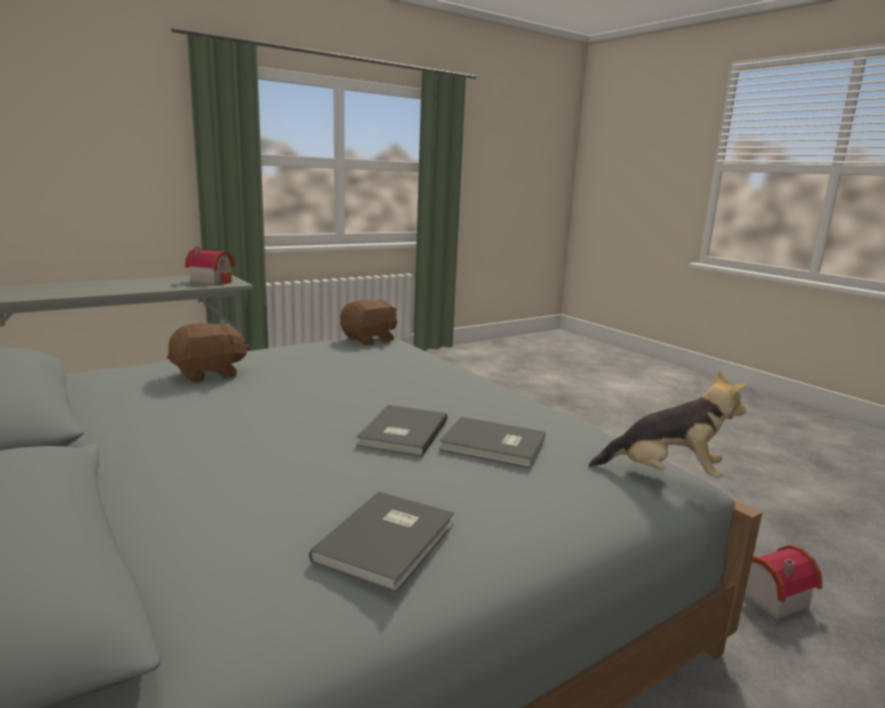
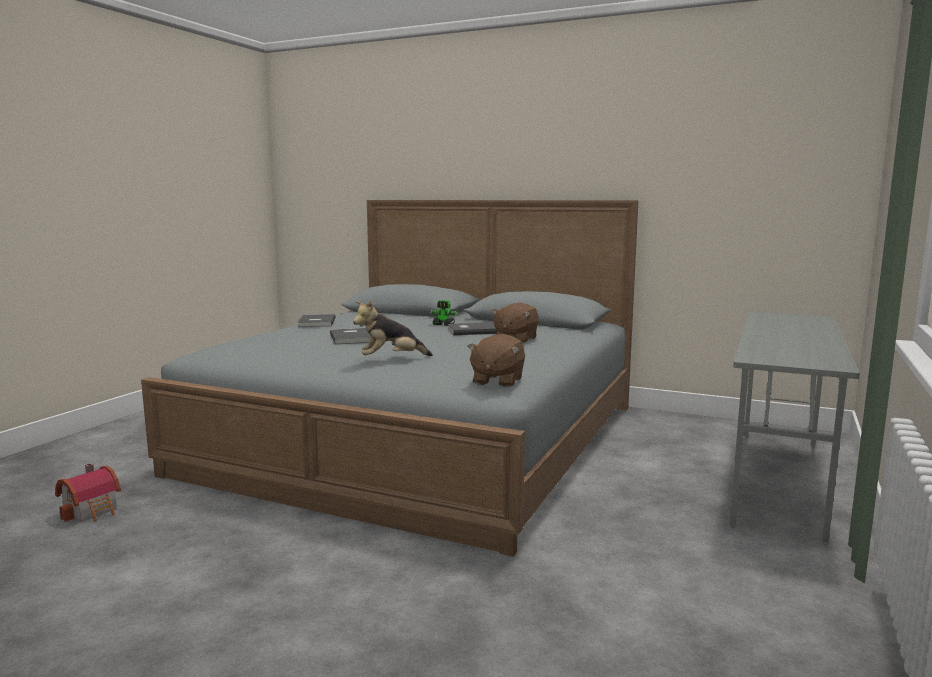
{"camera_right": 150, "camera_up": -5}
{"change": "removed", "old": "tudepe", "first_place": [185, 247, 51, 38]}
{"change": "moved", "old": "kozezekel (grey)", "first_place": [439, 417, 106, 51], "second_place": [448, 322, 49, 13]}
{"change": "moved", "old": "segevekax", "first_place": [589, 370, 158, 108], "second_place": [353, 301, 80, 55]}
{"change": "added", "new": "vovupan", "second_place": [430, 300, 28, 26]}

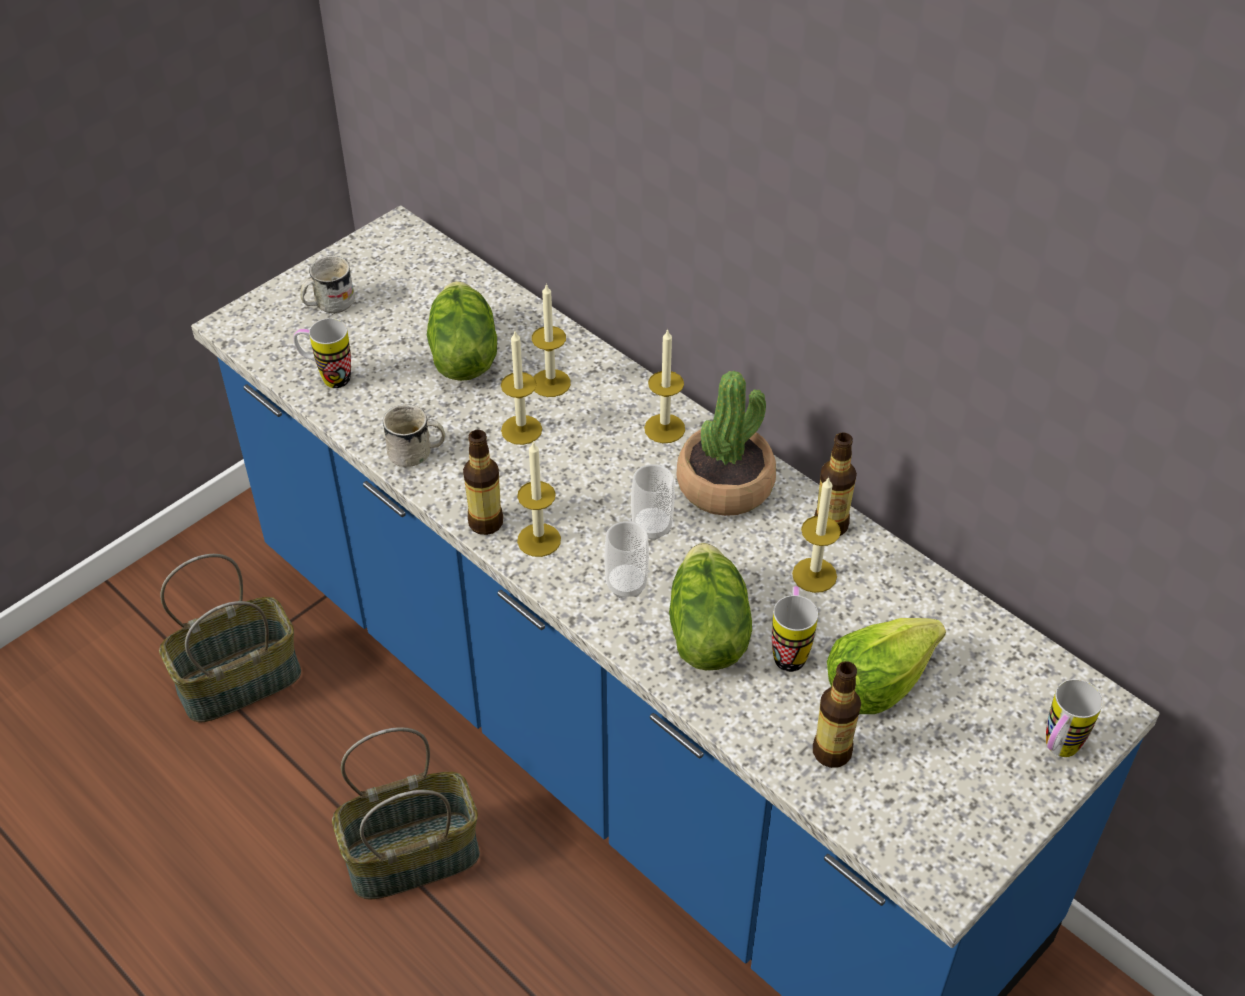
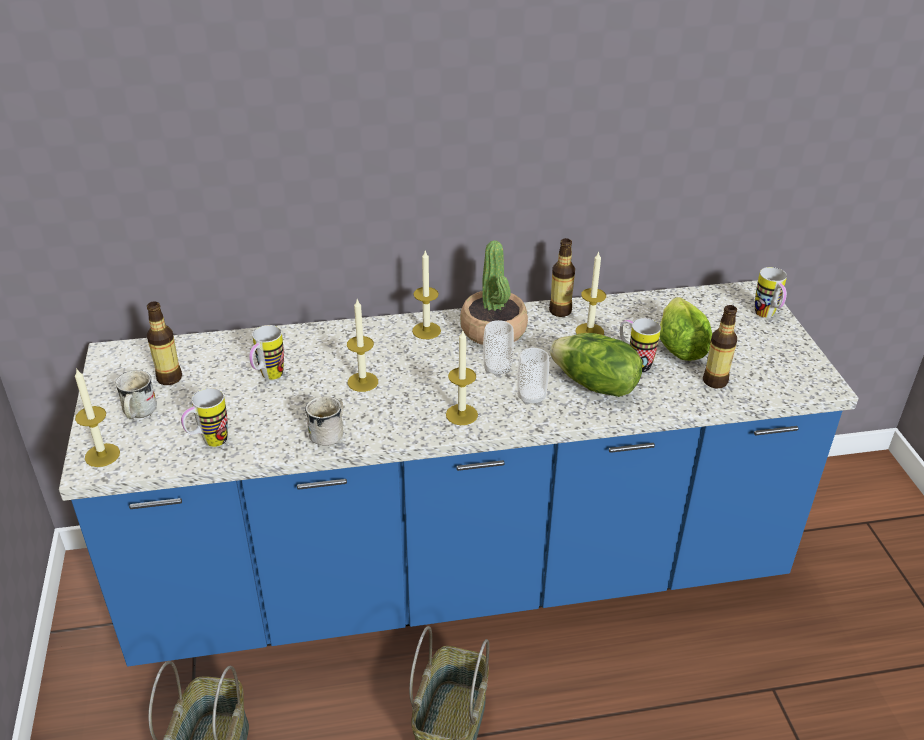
{"camera_right": -55, "camera_up": -10}
{"change": "replaced", "old": "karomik", "new": "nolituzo", "first_place": [427, 281, 70, 100], "second_place": [249, 325, 35, 55]}
{"change": "moved", "old": "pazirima", "first_place": [463, 430, 40, 105], "second_place": [147, 301, 35, 84]}
{"change": "moved", "old": "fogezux", "first_place": [532, 283, 39, 114], "second_place": [75, 368, 45, 99]}

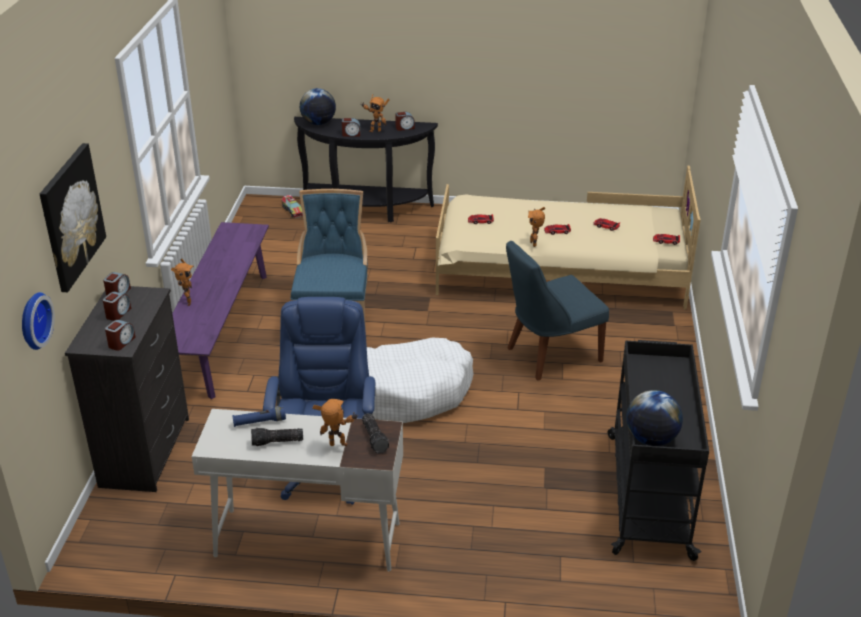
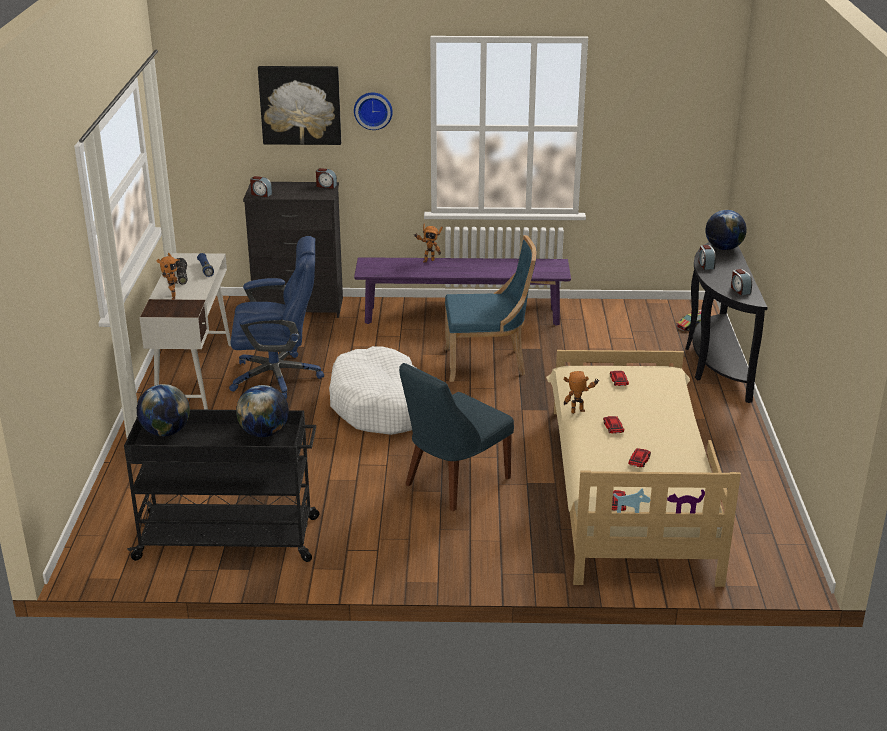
{"camera_right": 85, "camera_up": -5}
{"change": "moved", "old": "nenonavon", "first_place": [22, 292, 33, 58], "second_place": [354, 92, 39, 38]}
{"change": "removed", "old": "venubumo", "first_place": [103, 291, 28, 30]}
{"change": "removed", "old": "vovupan", "first_place": [361, 94, 28, 38]}
{"change": "removed", "old": "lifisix", "first_place": [362, 413, 27, 40]}
{"change": "turned", "old": "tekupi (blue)", "first_place": [506, 240, 103, 141], "second_place": [399, 363, 115, 148], "degrees": -105}
{"change": "added", "new": "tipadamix", "second_place": [236, 385, 53, 52]}

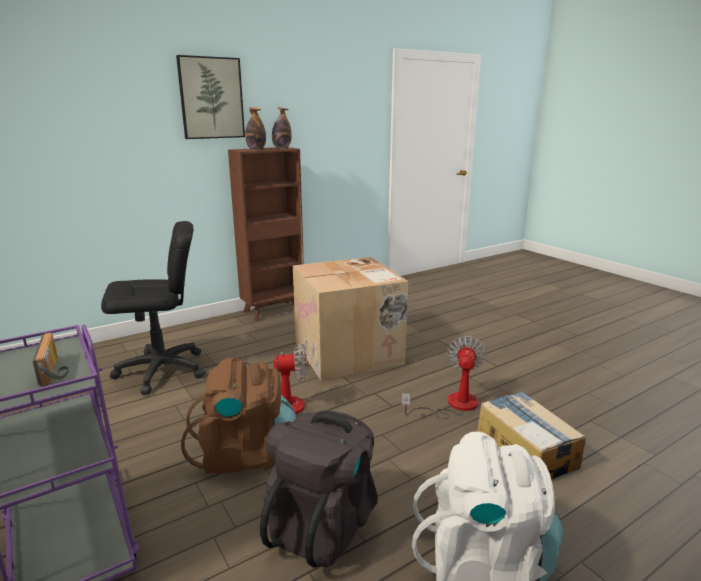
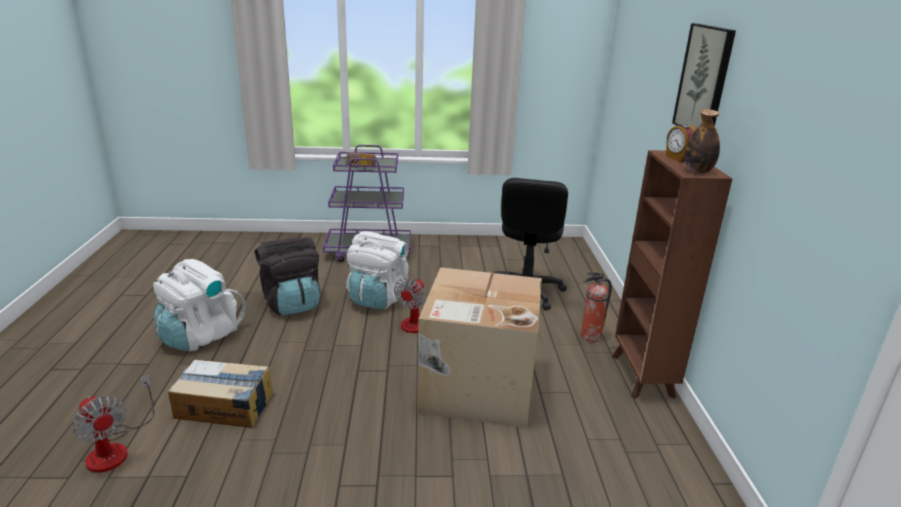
{"camera_right": 120, "camera_up": 5}
{"change": "recoloured", "old": "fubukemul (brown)", "new": "fubukemul (white)", "first_place": [181, 358, 115, 116], "second_place": [346, 231, 62, 78]}
{"change": "replaced", "old": "pazirima", "new": "venubumo", "first_place": [245, 107, 21, 43], "second_place": [666, 124, 30, 38]}
{"change": "moved", "old": "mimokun", "first_place": [401, 336, 85, 83], "second_place": [72, 374, 83, 99]}
{"change": "added", "new": "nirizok", "second_place": [581, 272, 31, 70]}

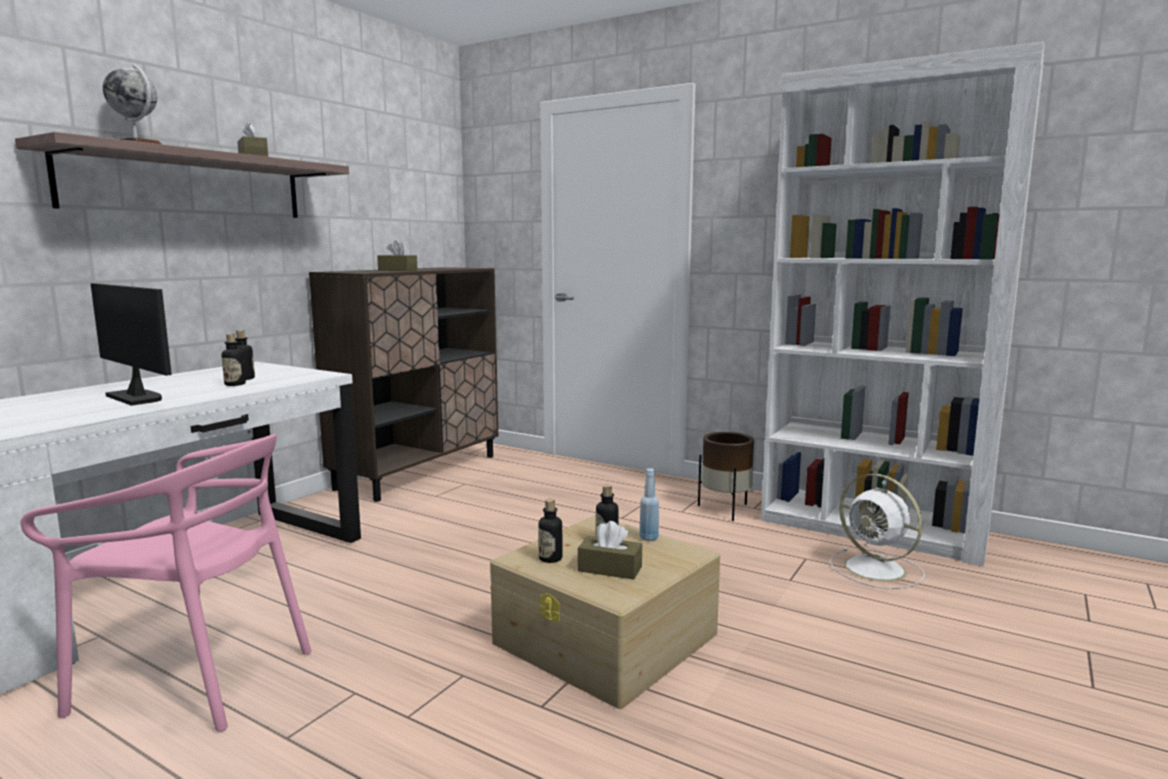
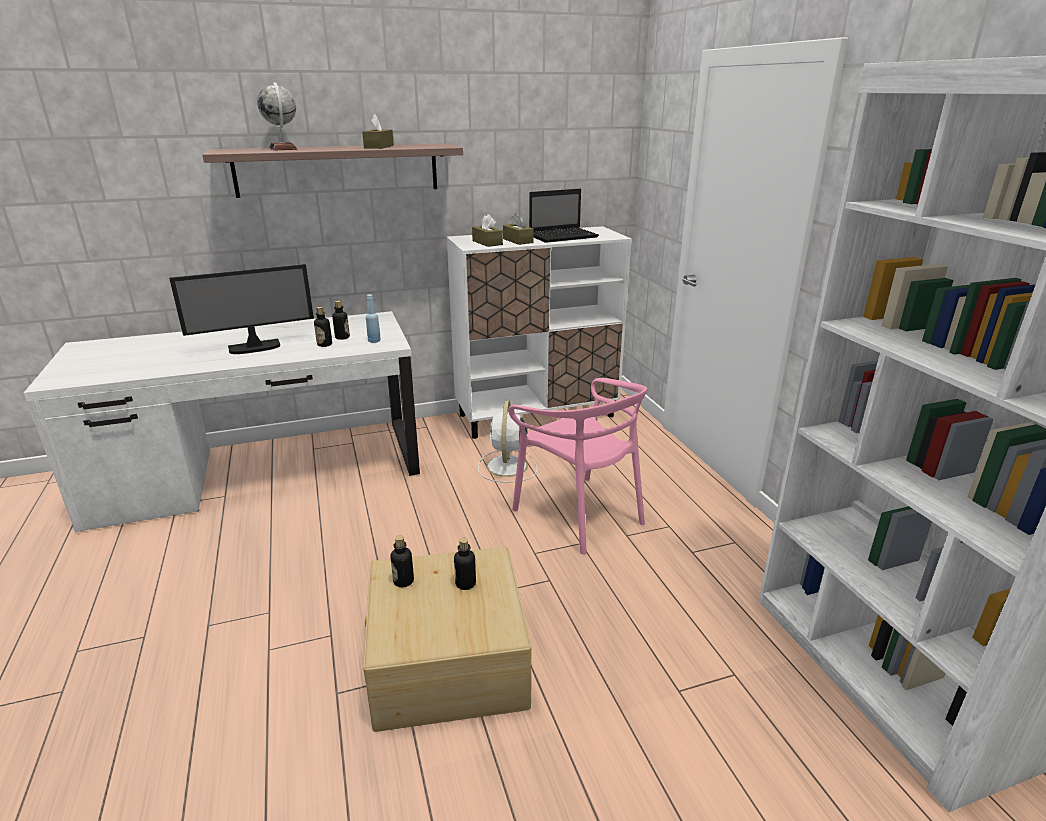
{"camera_right": 40, "camera_up": 15}
{"change": "moved", "old": "tekupi (pink)", "first_place": [20, 434, 292, 298], "second_place": [508, 378, 139, 177]}
{"change": "turned", "old": "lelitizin", "first_place": [90, 283, 82, 123], "second_place": [169, 264, 145, 90], "degrees": 75}
{"change": "recoloured", "old": "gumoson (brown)", "new": "gumoson (white)", "first_place": [309, 267, 189, 235], "second_place": [447, 226, 185, 213]}
{"change": "moved", "old": "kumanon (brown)", "first_place": [578, 521, 64, 59], "second_place": [472, 214, 31, 33]}
{"change": "moved", "old": "pazirima (blue)", "first_place": [640, 468, 19, 73], "second_place": [366, 294, 15, 49]}
{"change": "removed", "old": "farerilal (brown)", "first_place": [698, 432, 56, 89]}
{"change": "moved", "old": "mimokun (white)", "first_place": [829, 474, 96, 115], "second_place": [478, 401, 59, 82]}
{"change": "added", "new": "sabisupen", "second_place": [529, 189, 70, 54]}

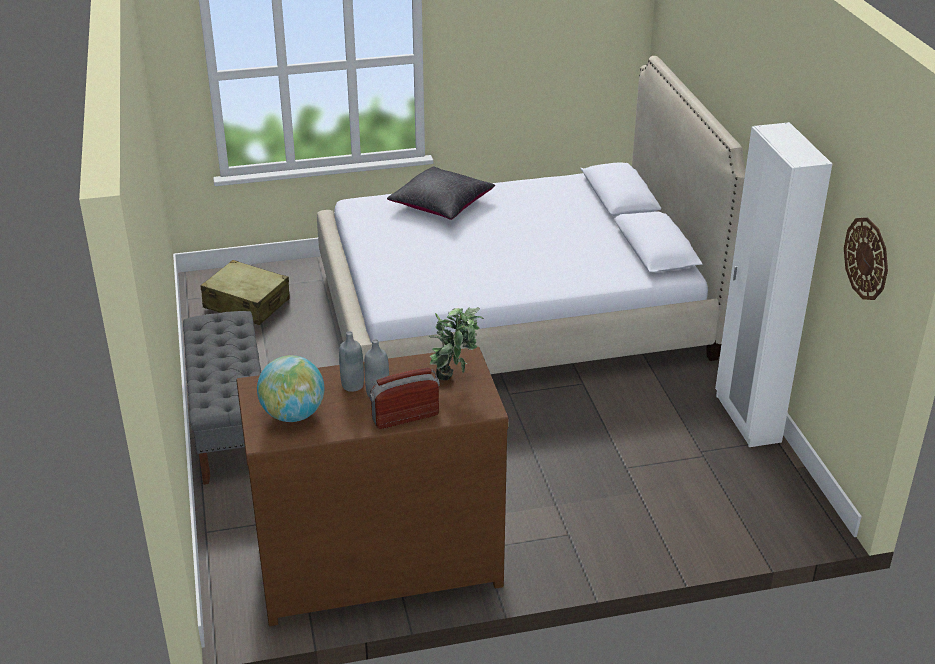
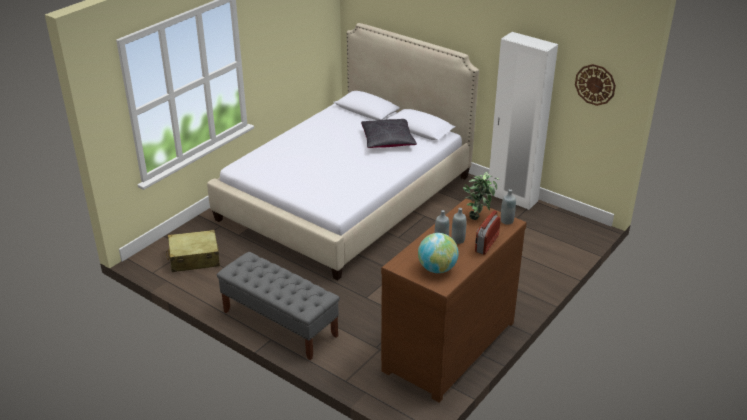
{"camera_right": -40, "camera_up": 0}
{"change": "moved", "old": "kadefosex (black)", "first_place": [387, 167, 108, 53], "second_place": [361, 119, 56, 29]}
{"change": "added", "new": "pazirima (grey)", "second_place": [501, 189, 15, 36]}

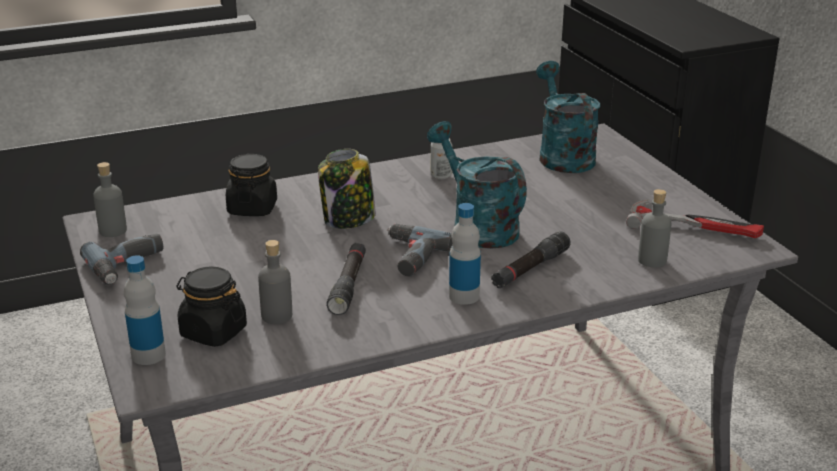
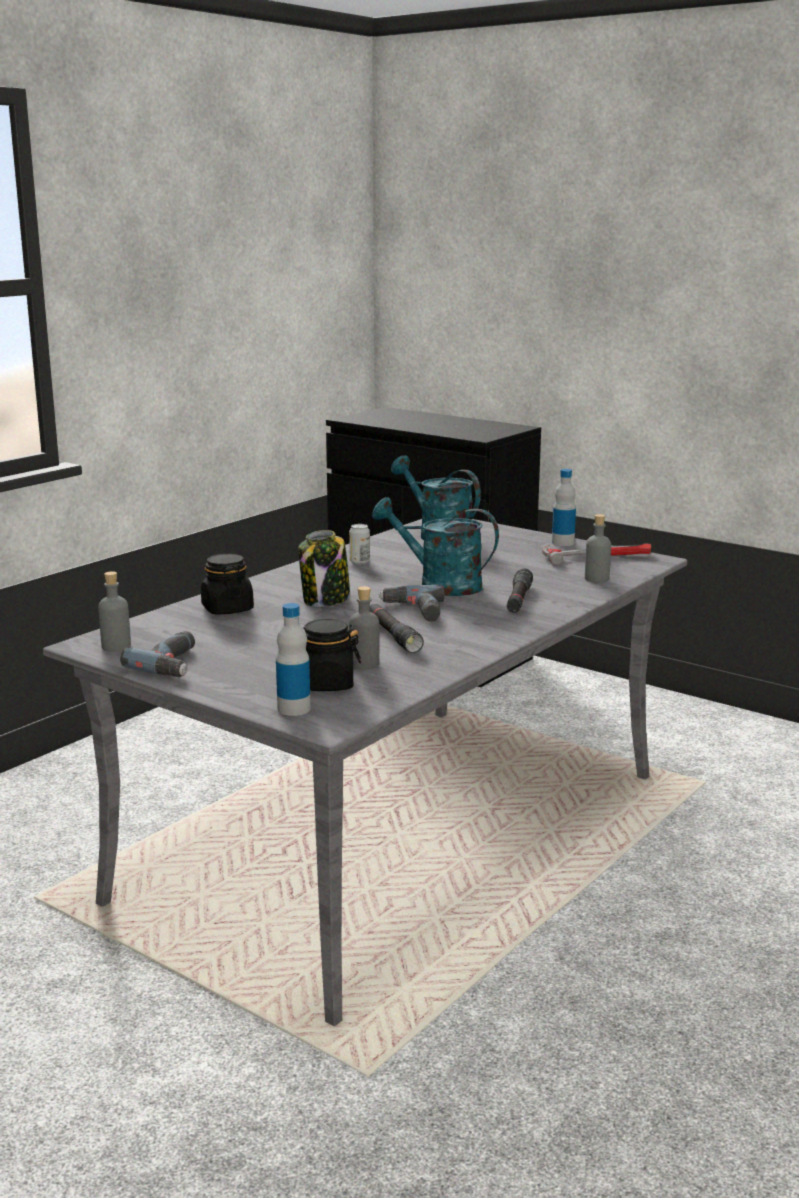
{"camera_right": -30, "camera_up": -10}
{"change": "moved", "old": "pazirima", "first_place": [449, 203, 32, 102], "second_place": [552, 469, 24, 77]}

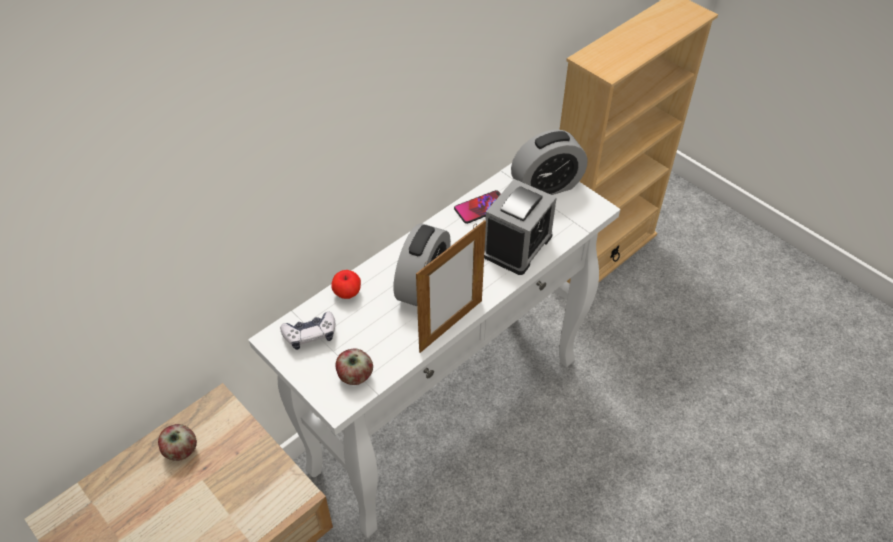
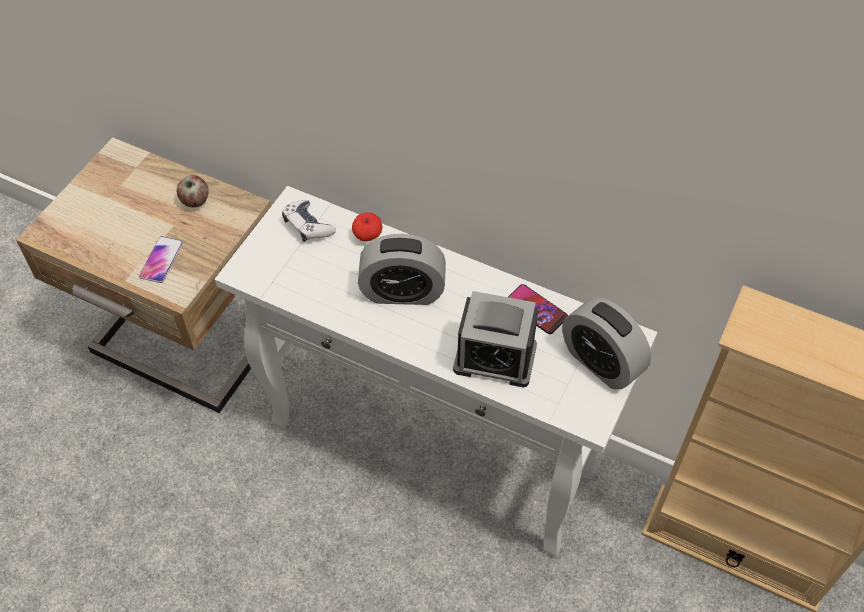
{"camera_right": 70, "camera_up": 5}
{"change": "removed", "old": "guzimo", "first_place": [335, 348, 38, 37]}
{"change": "removed", "old": "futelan", "first_place": [416, 220, 70, 133]}
{"change": "added", "new": "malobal", "second_place": [139, 236, 44, 47]}

